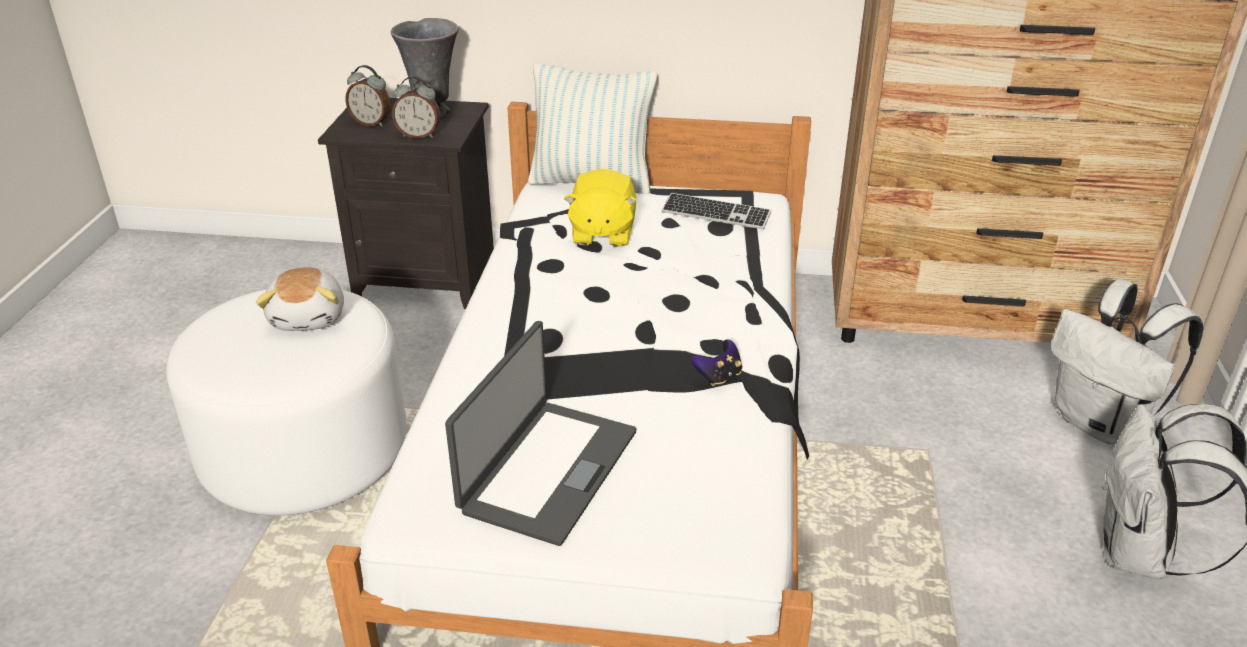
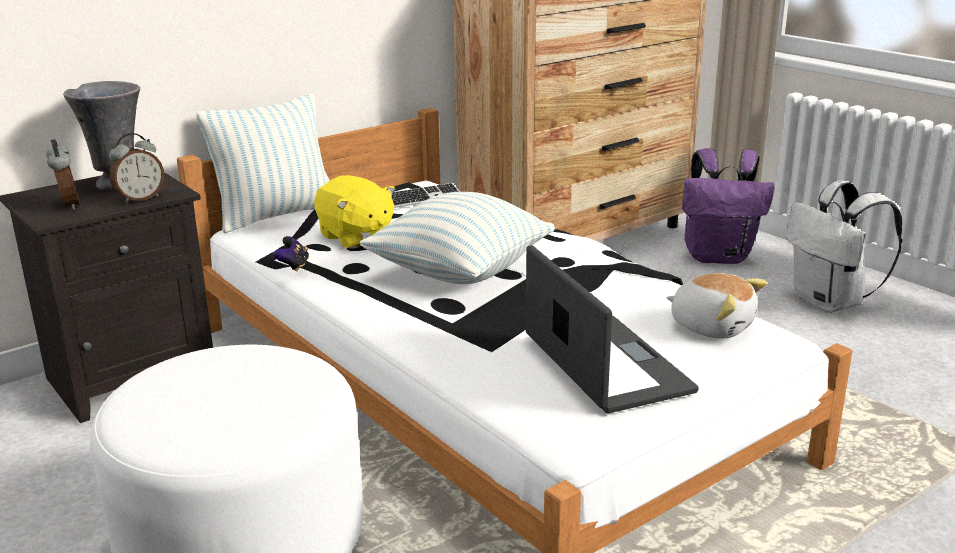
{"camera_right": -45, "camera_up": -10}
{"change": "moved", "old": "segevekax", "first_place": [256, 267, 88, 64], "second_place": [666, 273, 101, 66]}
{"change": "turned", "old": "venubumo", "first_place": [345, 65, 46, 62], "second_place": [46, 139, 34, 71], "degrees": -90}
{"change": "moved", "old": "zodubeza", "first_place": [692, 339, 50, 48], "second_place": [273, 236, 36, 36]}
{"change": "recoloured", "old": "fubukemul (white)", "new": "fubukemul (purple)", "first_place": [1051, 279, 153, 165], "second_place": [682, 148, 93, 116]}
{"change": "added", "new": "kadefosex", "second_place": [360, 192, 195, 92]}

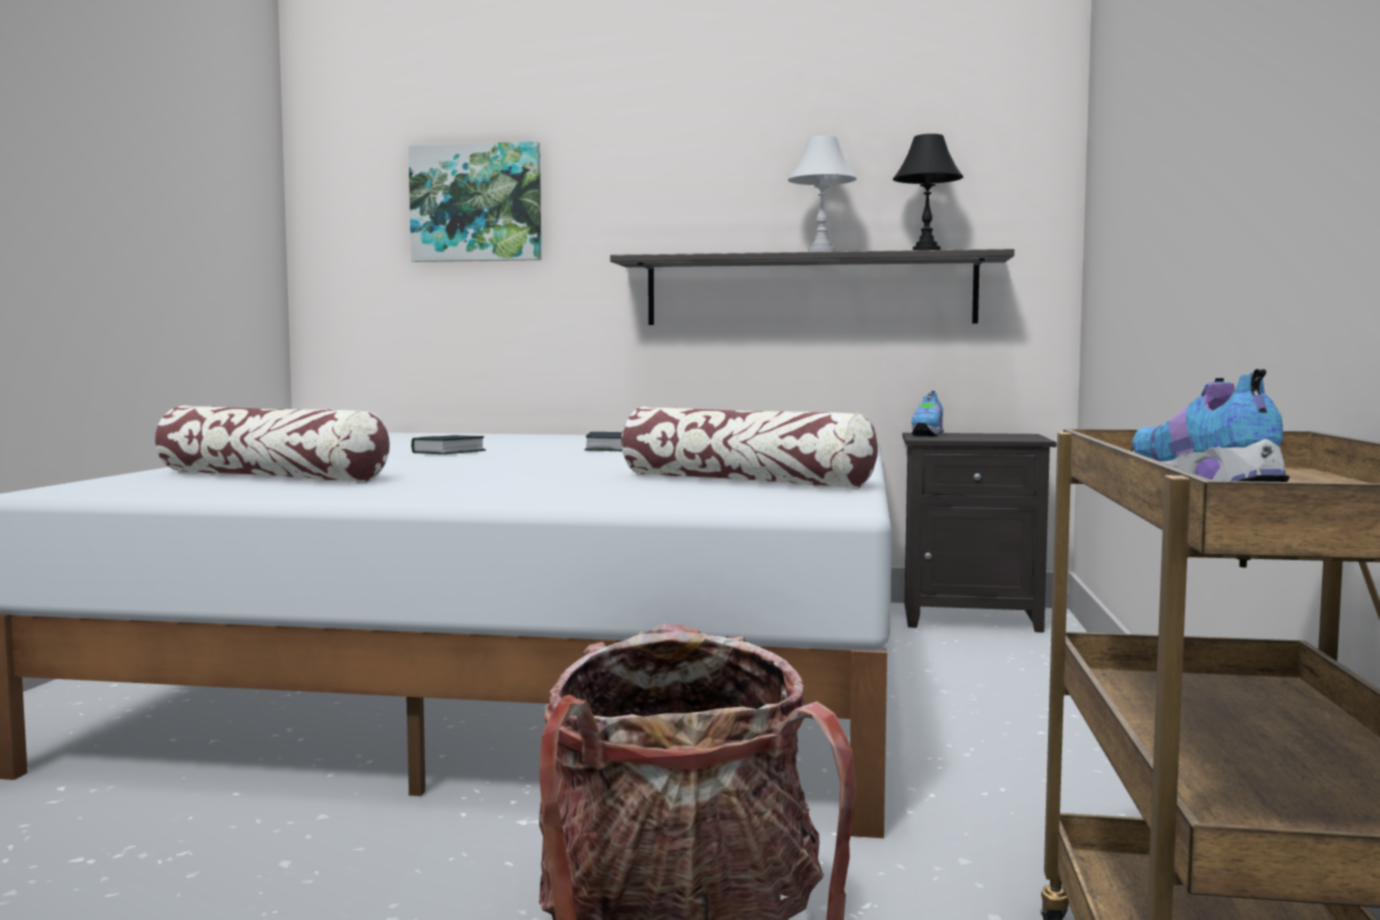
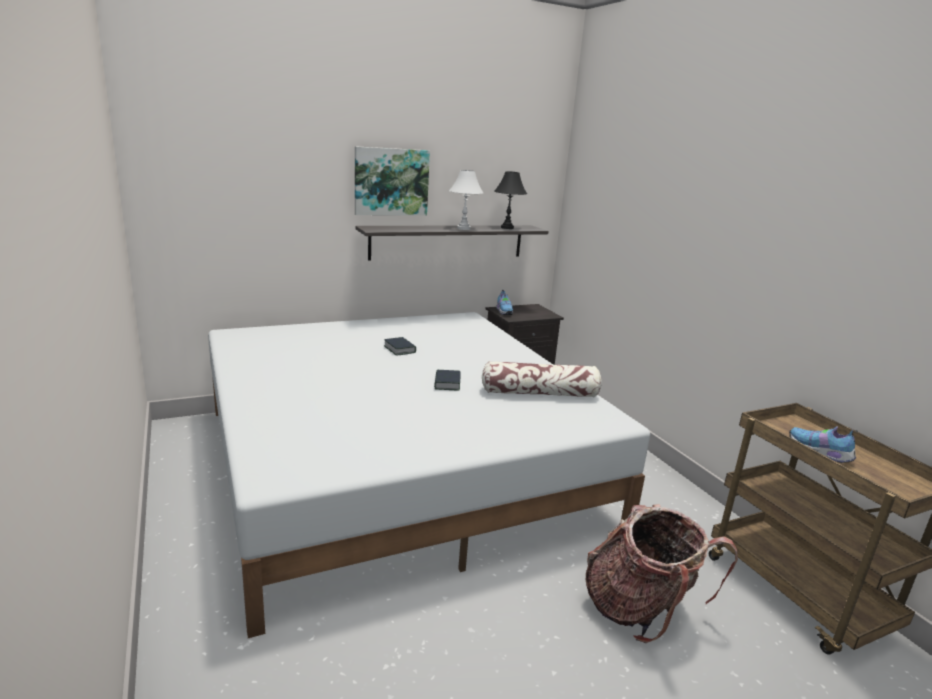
{"camera_right": -35, "camera_up": 15}
{"change": "removed", "old": "kadefosex", "first_place": [155, 405, 235, 77]}
{"change": "moved", "old": "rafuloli", "first_place": [408, 141, 133, 121], "second_place": [355, 146, 75, 70]}
{"change": "moved", "old": "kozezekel", "first_place": [411, 435, 75, 19], "second_place": [434, 370, 27, 20]}

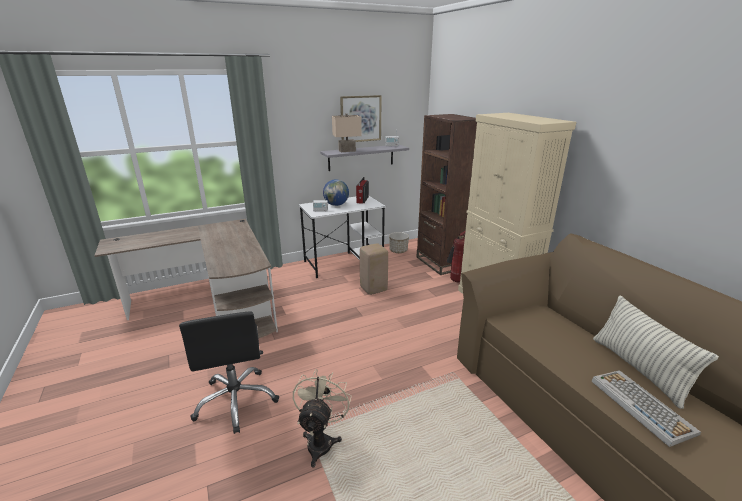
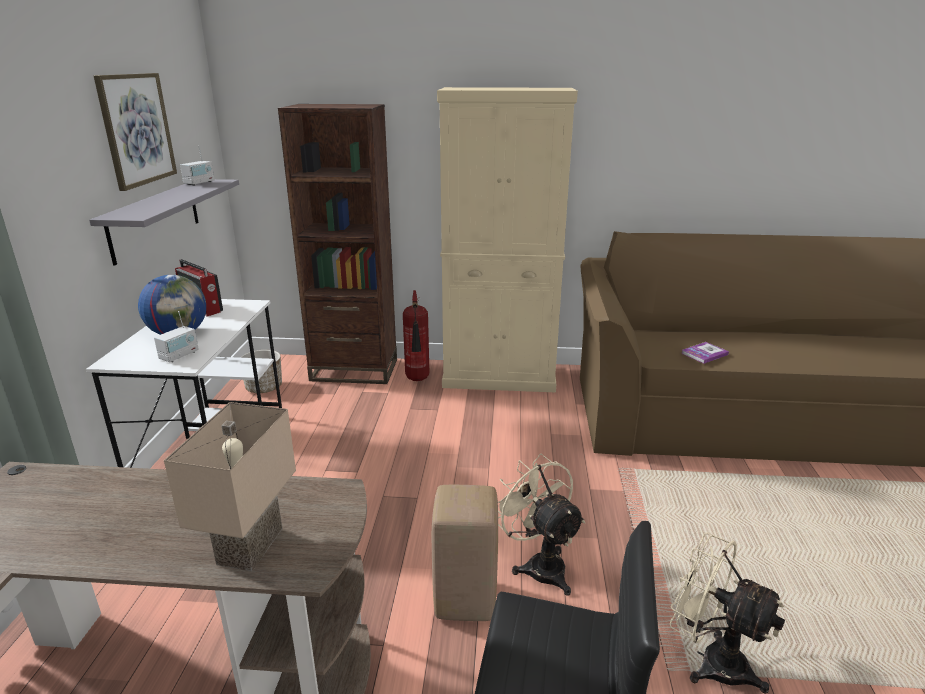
{"camera_right": -60, "camera_up": 0}
{"change": "moved", "old": "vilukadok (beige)", "first_place": [332, 113, 30, 39], "second_place": [164, 402, 132, 170]}
{"change": "moved", "old": "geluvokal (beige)", "first_place": [360, 243, 28, 52], "second_place": [432, 485, 66, 136]}
{"change": "removed", "old": "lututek", "first_place": [591, 370, 110, 77]}
{"change": "removed", "old": "kadefosex", "first_place": [593, 295, 126, 114]}
{"change": "added", "new": "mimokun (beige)", "second_place": [498, 454, 87, 142]}
{"change": "added", "new": "kozezekel", "second_place": [681, 342, 48, 22]}

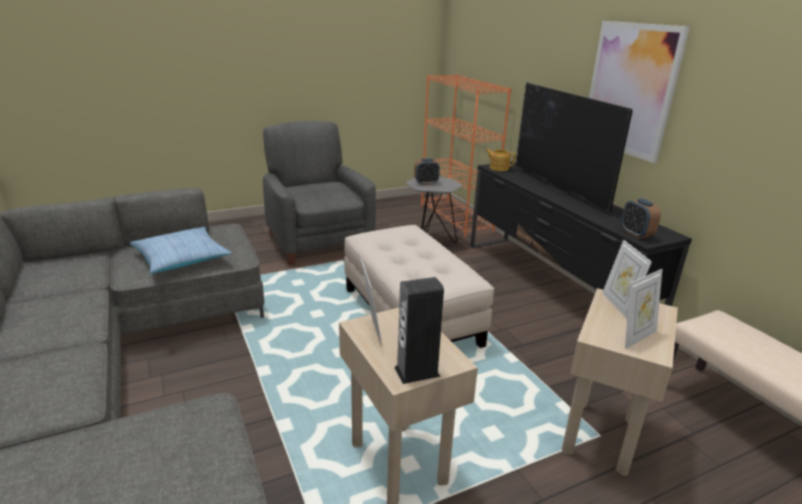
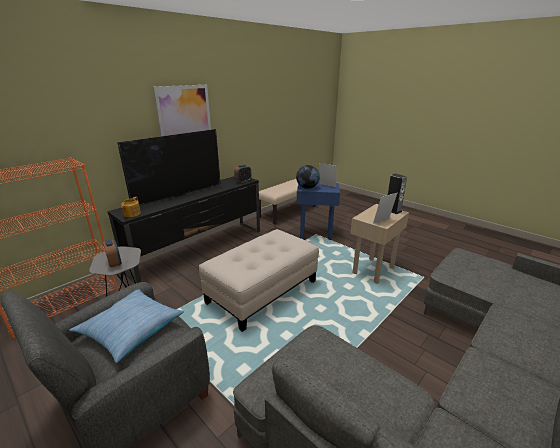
{"camera_right": -110, "camera_up": 0}
{"change": "moved", "old": "kadefosex", "first_place": [130, 227, 102, 47], "second_place": [69, 289, 115, 74]}
{"change": "recoloured", "old": "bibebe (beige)", "new": "bibebe (blue)", "first_place": [562, 288, 116, 188], "second_place": [297, 182, 43, 58]}
{"change": "replaced", "old": "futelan", "new": "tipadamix", "first_place": [602, 240, 50, 78], "second_place": [296, 165, 24, 24]}

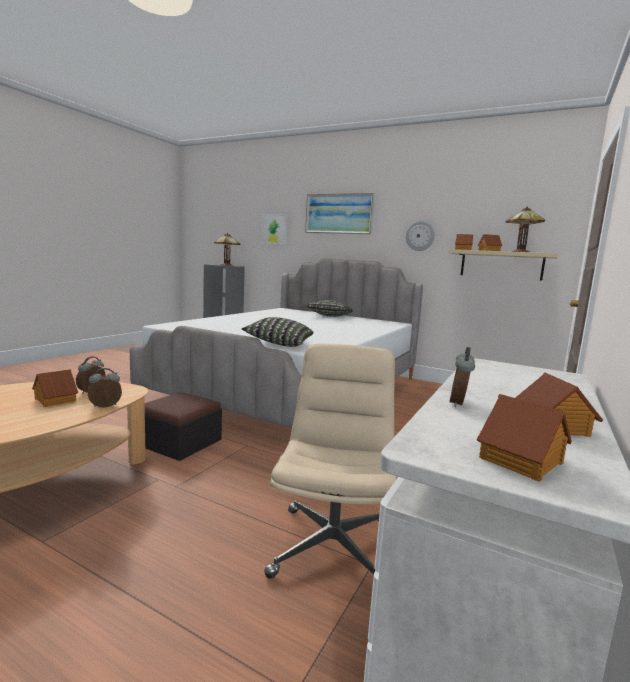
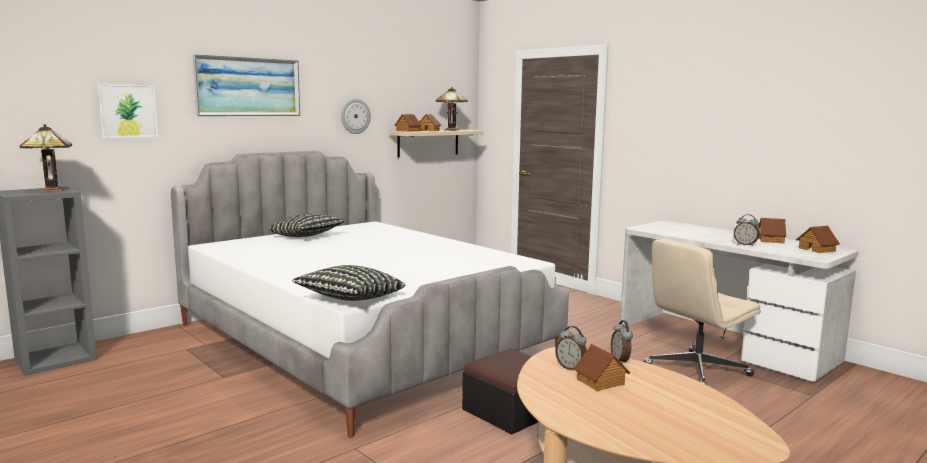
{"camera_right": -70, "camera_up": 0}
{"change": "moved", "old": "kadefosex", "first_place": [242, 317, 72, 30], "second_place": [292, 265, 113, 36]}
{"change": "turned", "old": "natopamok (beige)", "first_place": [264, 343, 133, 236], "second_place": [643, 239, 118, 147], "degrees": -60}

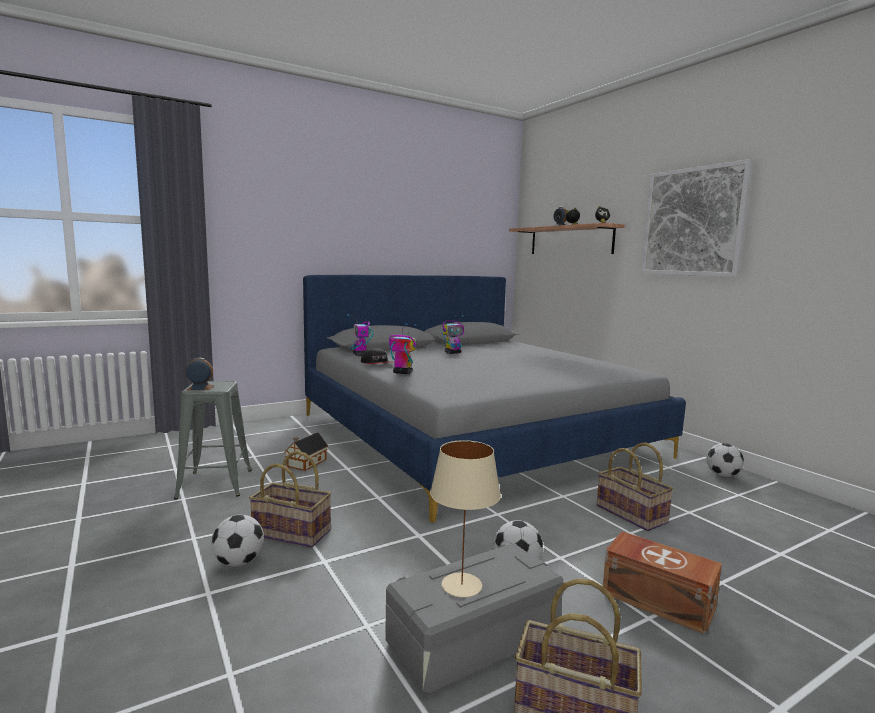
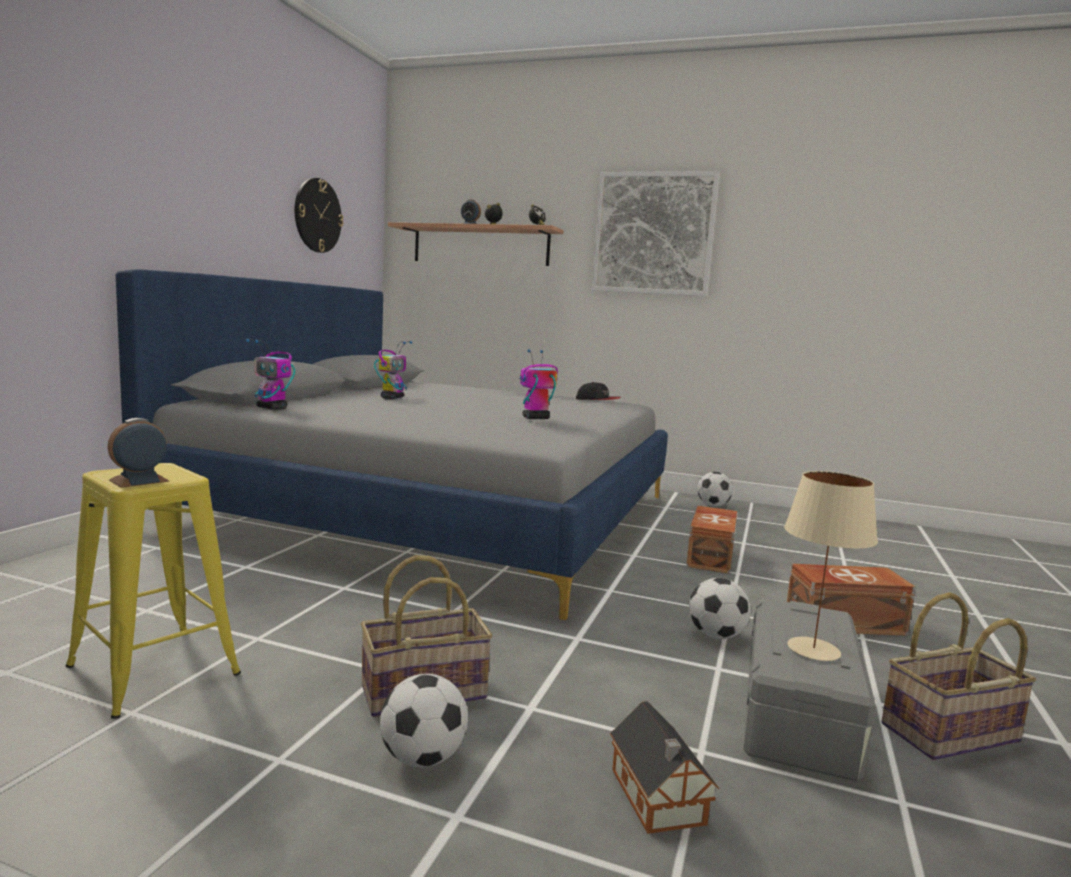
{"camera_right": -40, "camera_up": 0}
{"change": "recoloured", "old": "geluvokal (grey)", "new": "geluvokal (yellow)", "first_place": [174, 381, 78, 118], "second_place": [66, 463, 175, 256]}
{"change": "moved", "old": "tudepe", "first_place": [284, 433, 44, 38], "second_place": [610, 701, 109, 133]}
{"change": "moved", "old": "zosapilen", "first_place": [361, 348, 31, 16], "second_place": [576, 382, 45, 18]}
{"change": "moved", "old": "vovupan", "first_place": [389, 323, 27, 51], "second_place": [520, 349, 38, 70]}
{"change": "replaced", "old": "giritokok", "new": "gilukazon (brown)", "first_place": [597, 443, 77, 88], "second_place": [686, 506, 51, 68]}
{"change": "added", "new": "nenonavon", "second_place": [295, 178, 48, 75]}

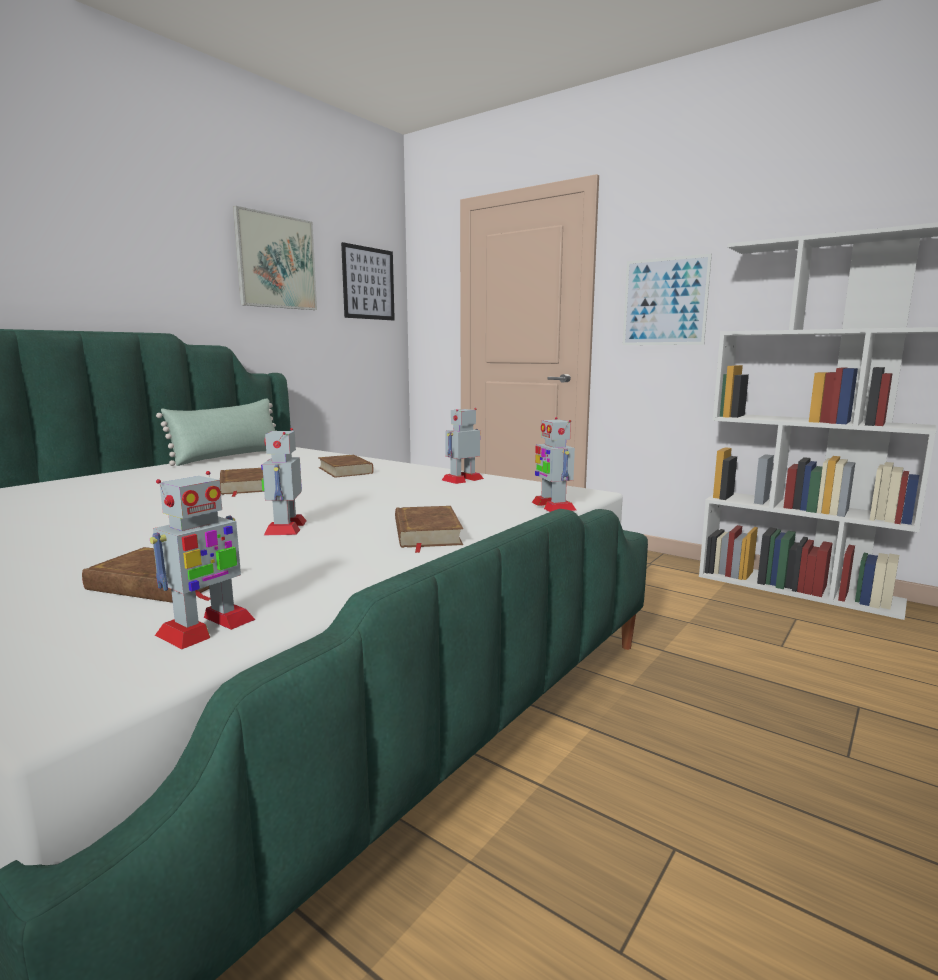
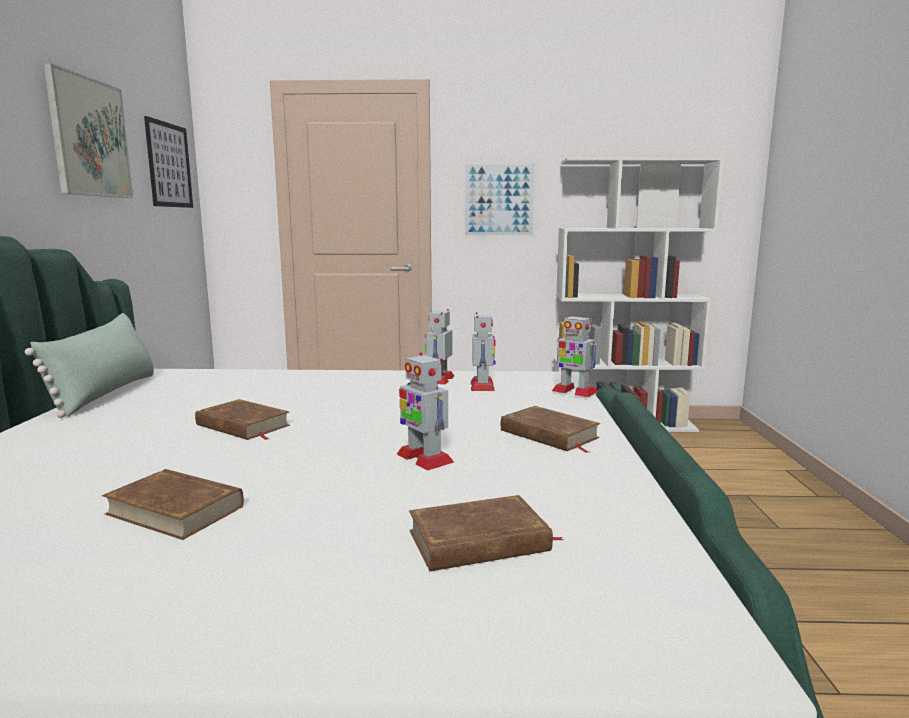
{"camera_right": -35, "camera_up": 0}
{"change": "moved", "old": "vovupan", "first_place": [150, 471, 105, 178], "second_place": [471, 312, 24, 79]}
{"change": "moved", "old": "kozezekel (brown)", "first_place": [318, 454, 56, 24], "second_place": [102, 469, 142, 71]}

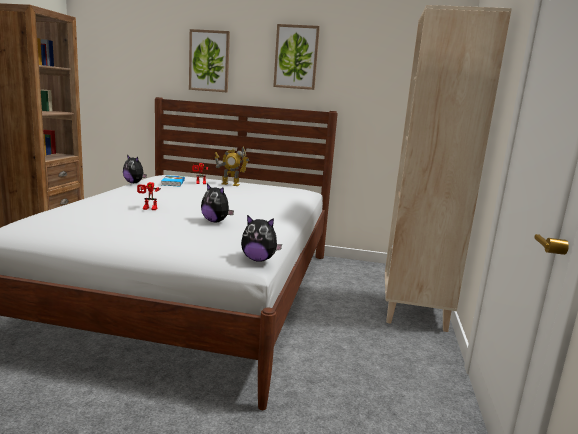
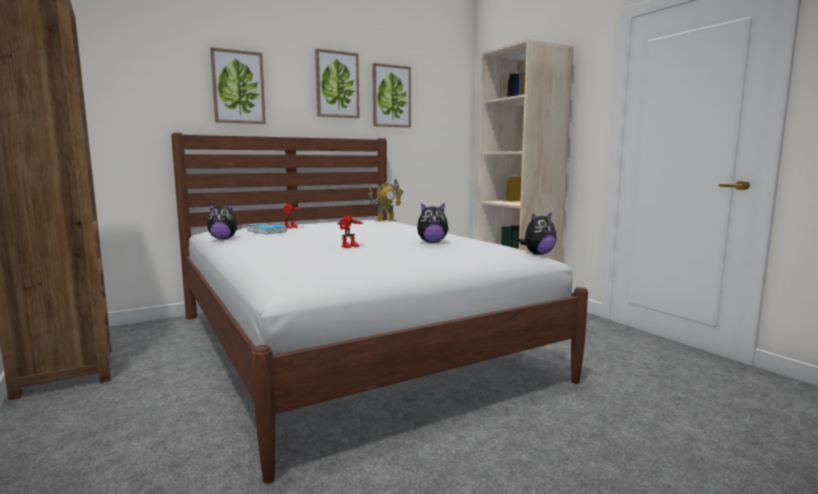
{"camera_right": -40, "camera_up": -5}
{"change": "moved", "old": "vovupan", "first_place": [215, 146, 34, 40], "second_place": [368, 179, 36, 42]}
{"change": "added", "new": "rafuloli", "second_place": [372, 63, 39, 65]}

